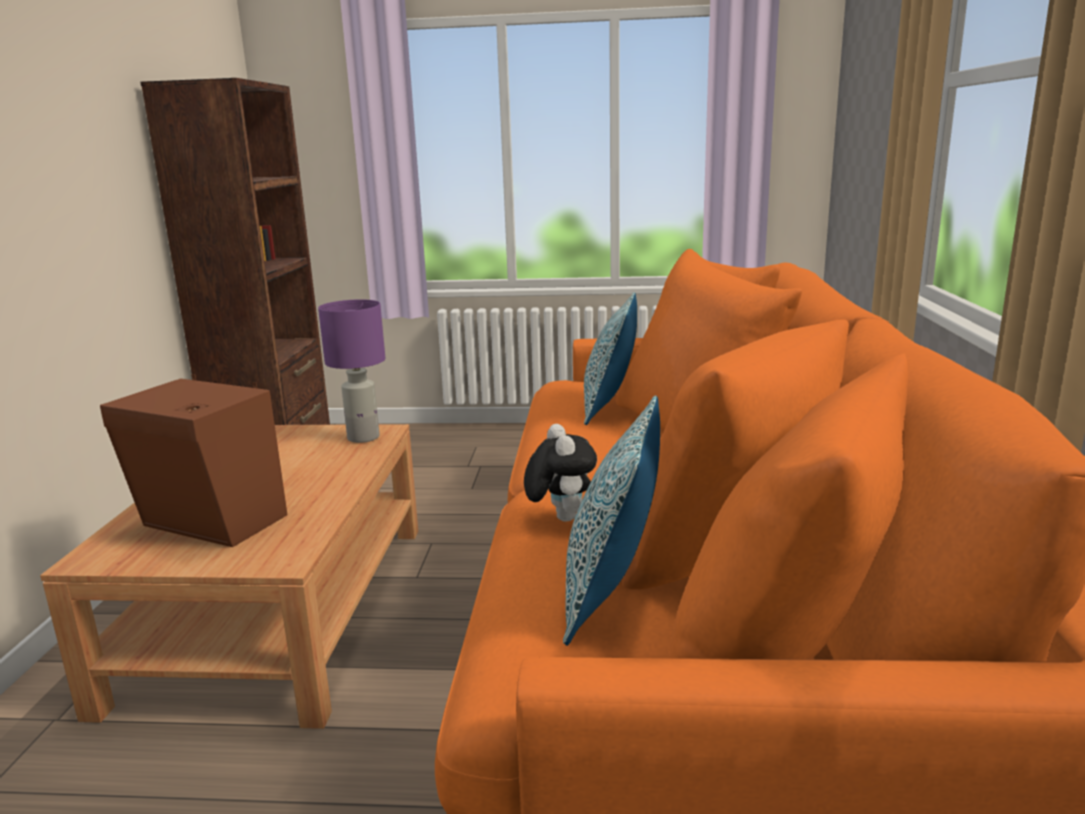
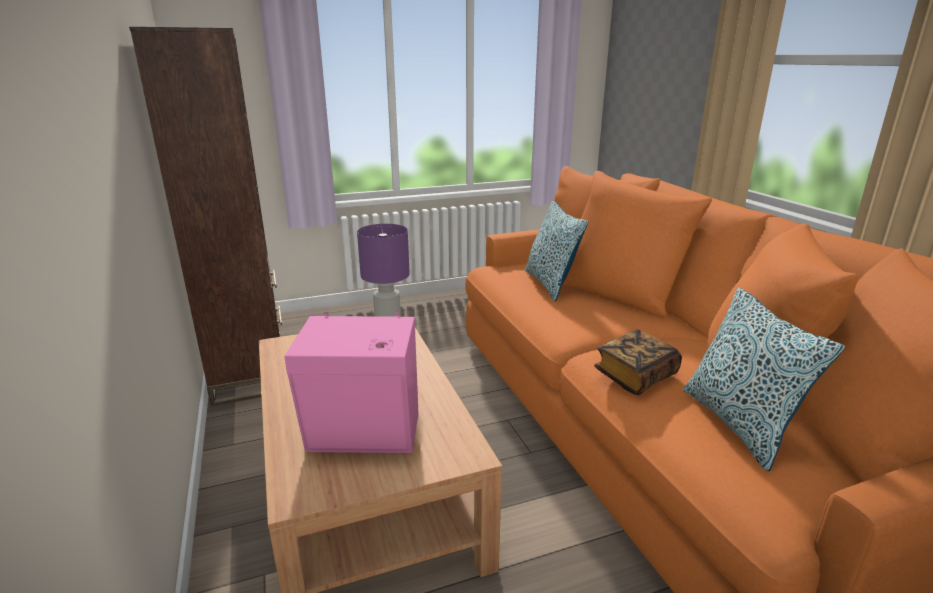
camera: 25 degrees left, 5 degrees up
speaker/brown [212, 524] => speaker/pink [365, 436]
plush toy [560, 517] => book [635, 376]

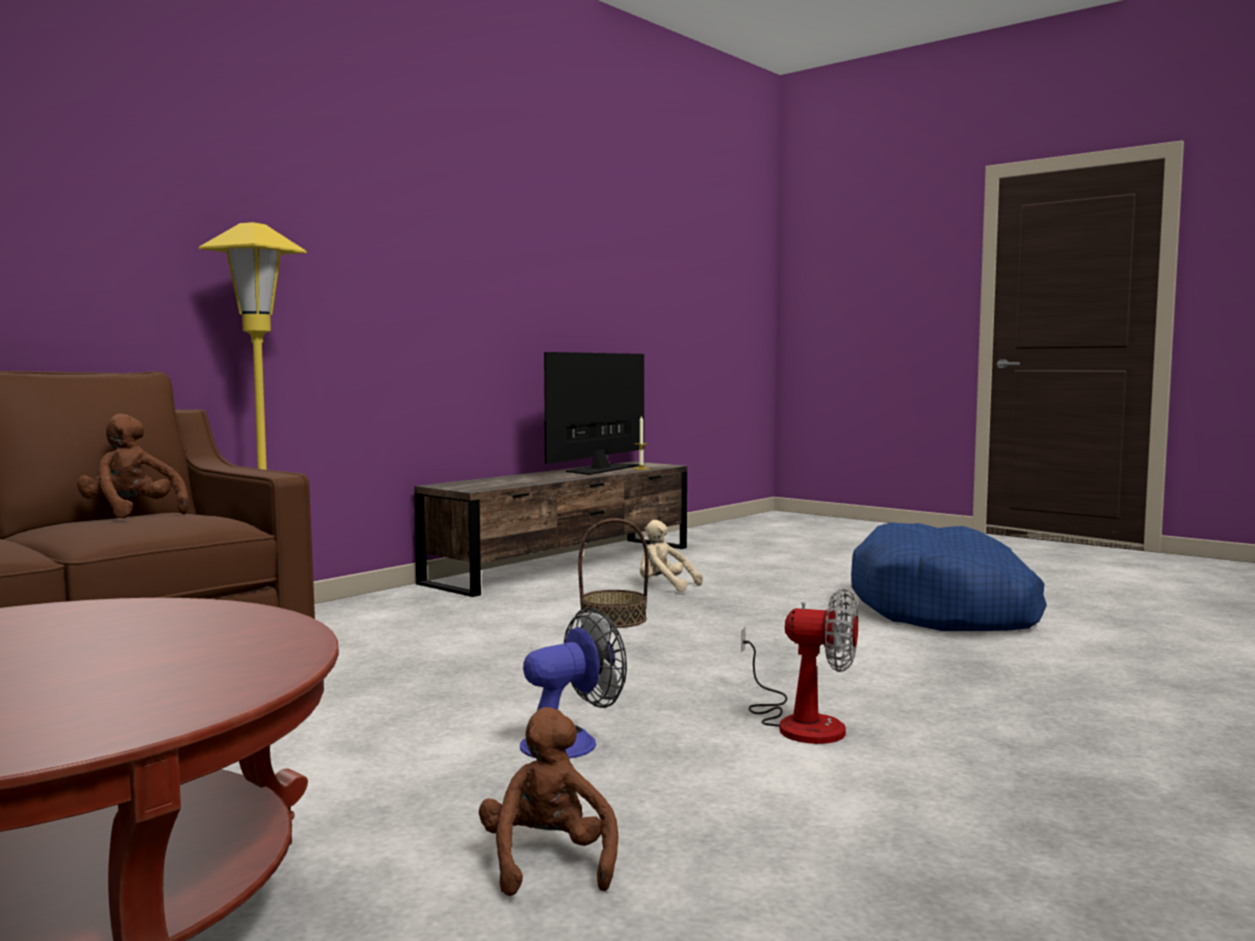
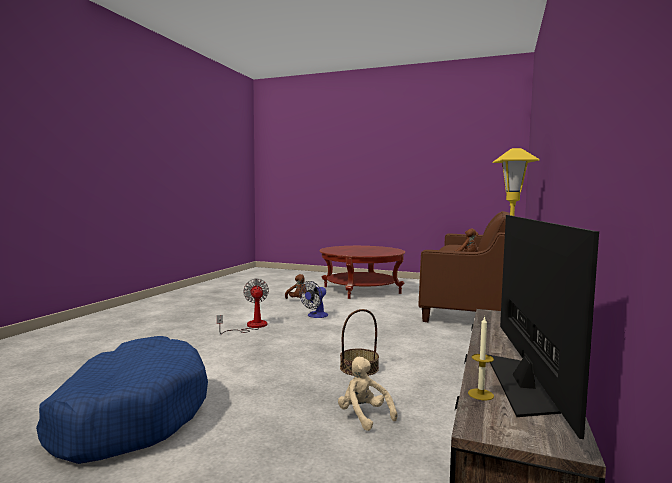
camera: 160 degrees right, 0 degrees up
plush toy/beige [664, 586] => plush toy/beige [364, 416], 135 degrees counterclockwise
fan [800, 722] => fan [251, 326], 75 degrees clockwise

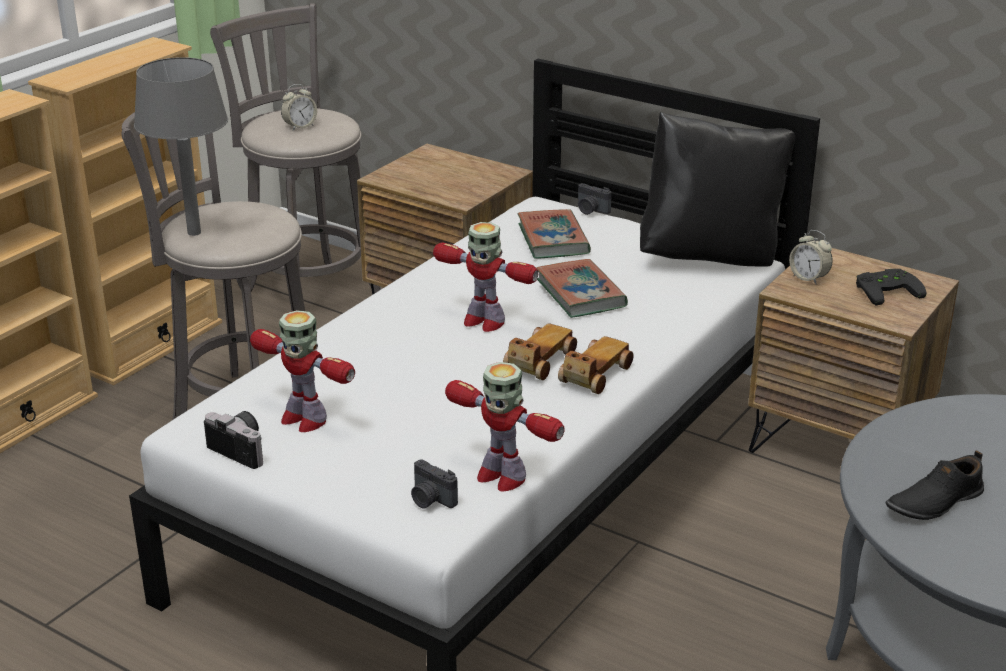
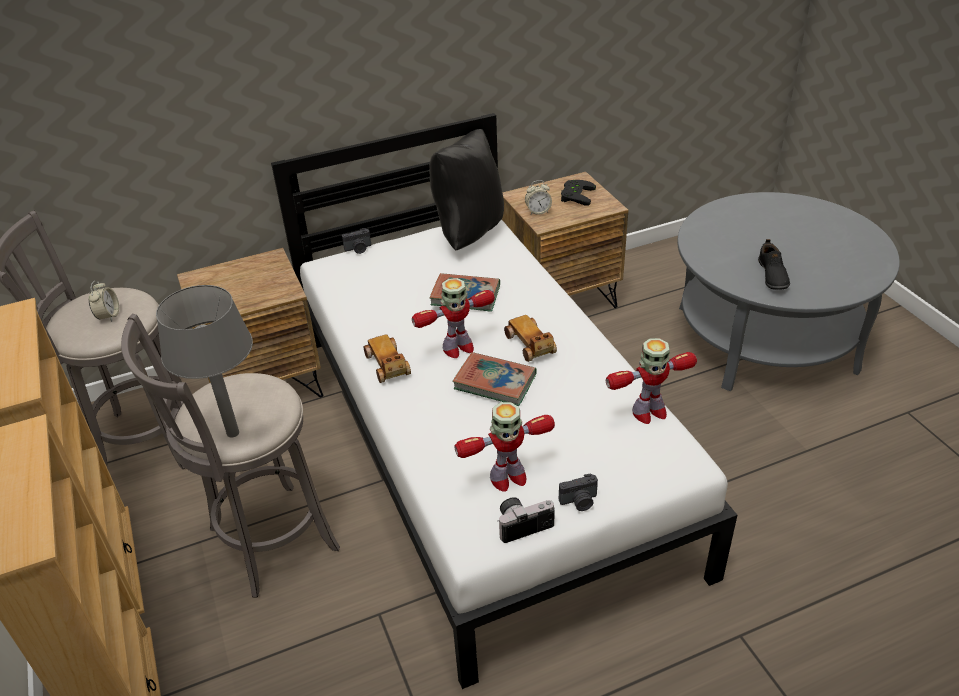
camera: 55 degrees left, 10 degrees up
photo camera [430, 500] => photo camera [579, 502], shifted
book [553, 239] => book [495, 382], shifted
toy car [595, 375] => toy car [387, 366], shifted

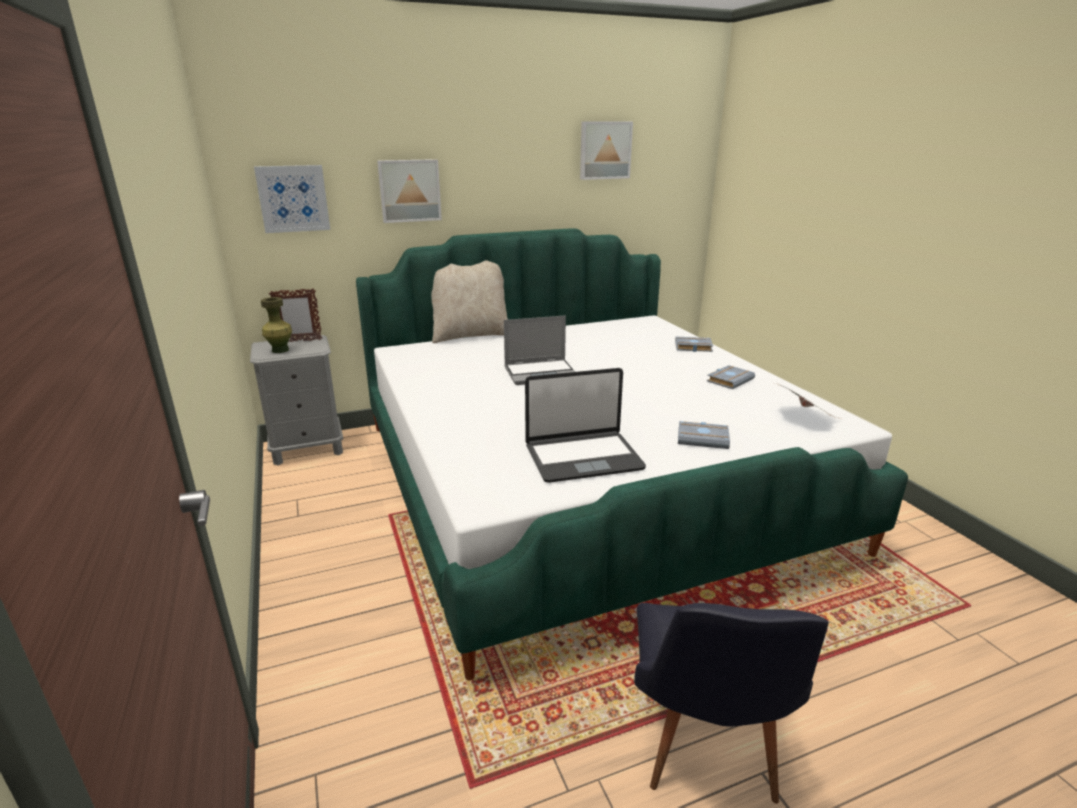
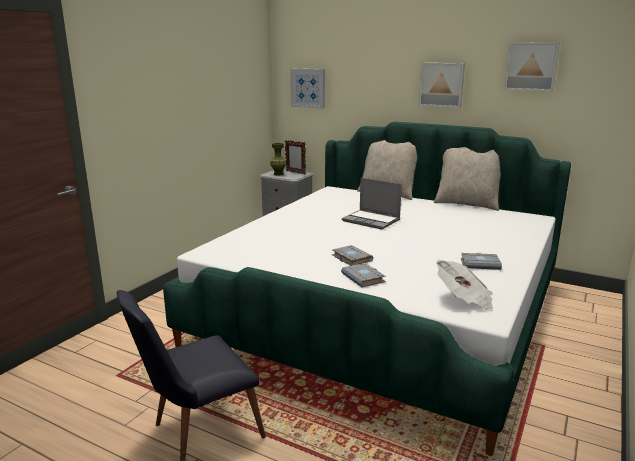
camera: 50 degrees right, 5 degrees down
picture [409, 190] => picture [442, 84], shifted
laptop [583, 457] => nothing
book/grey [692, 347] => book/grey [350, 258], shifted
nothing => pillow/beige [467, 204]

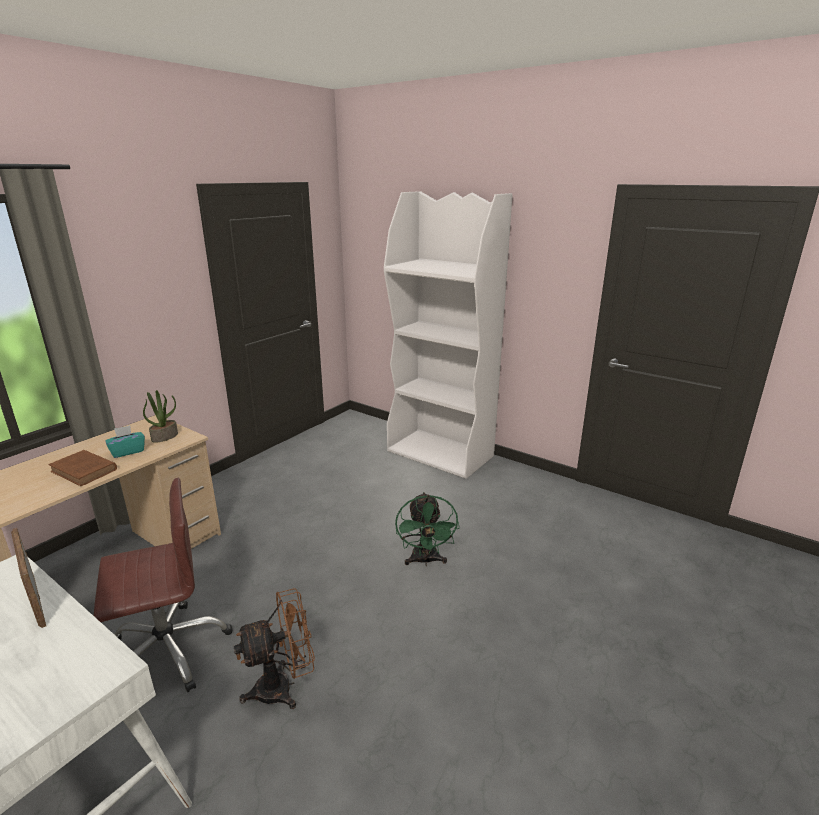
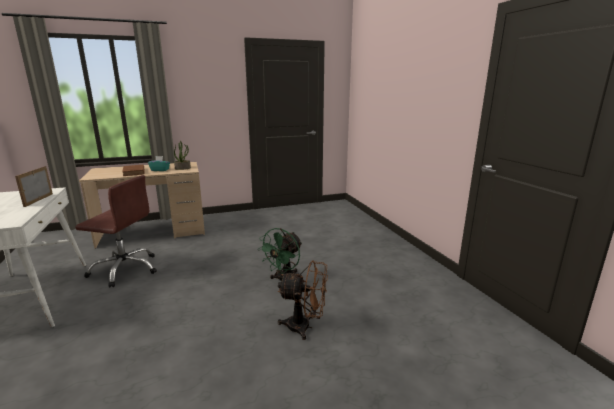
camera: 35 degrees right, 5 degrees down
fan/brown [283, 687] => fan/brown [305, 327], shifted
bookcase/white [441, 453] => nothing

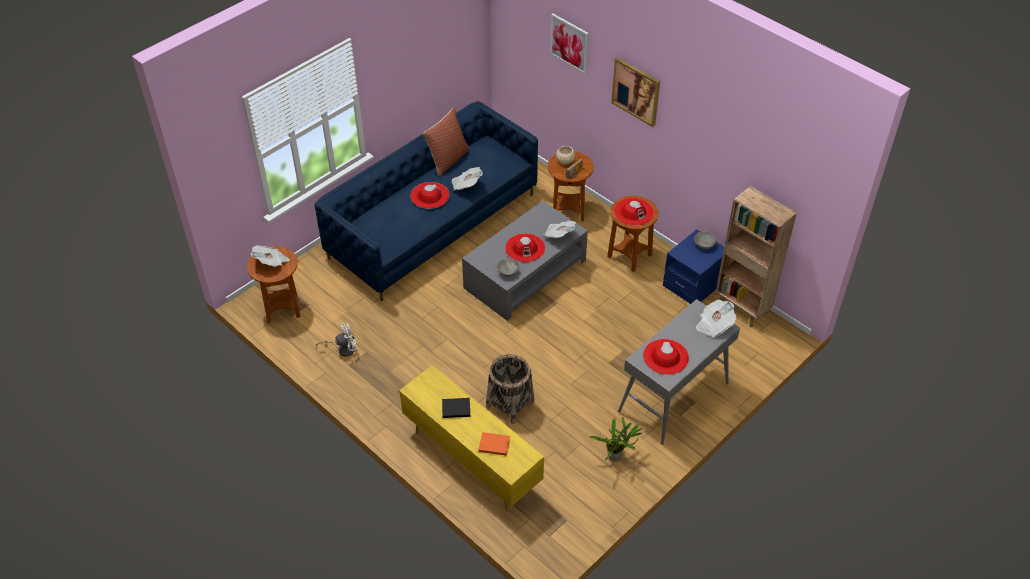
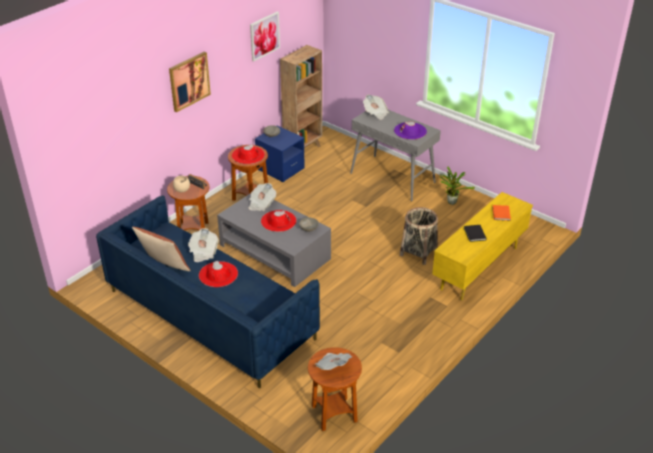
camera: 95 degrees left, 10 degrees down
fan/white [343, 349] => nothing
picture [569, 43] => picture [264, 36], shifted
hat/red [665, 357] => hat/purple [410, 131]

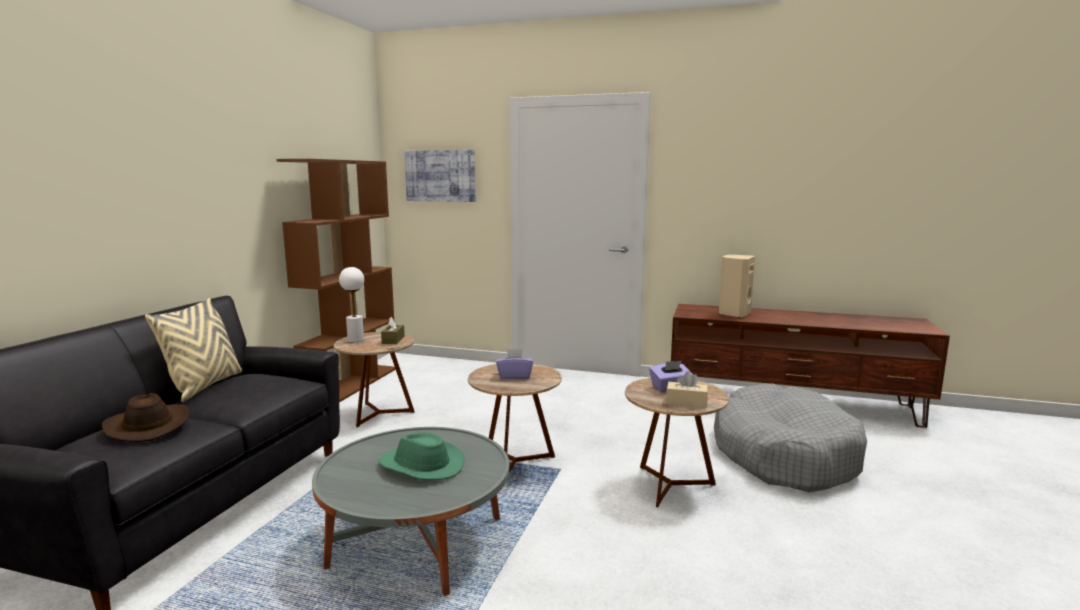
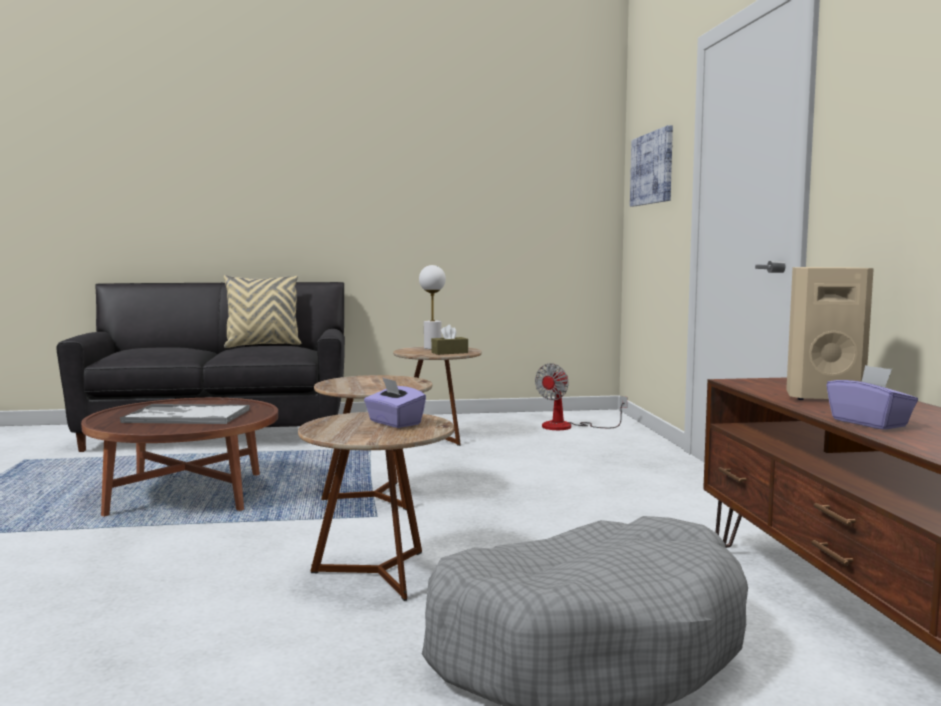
camera: 65 degrees right, 5 degrees down
hat/brown [147, 426] => nothing
bookcase/brown [351, 384] => nothing
coffee table/grey [417, 542] => coffee table/brown [187, 494]
hat/green [421, 466] => tray [186, 416]
tissue box/purple [514, 376] => tissue box/purple [869, 423], shifted
tissue box/beige [686, 402] => nothing
nothing => fan [568, 427]

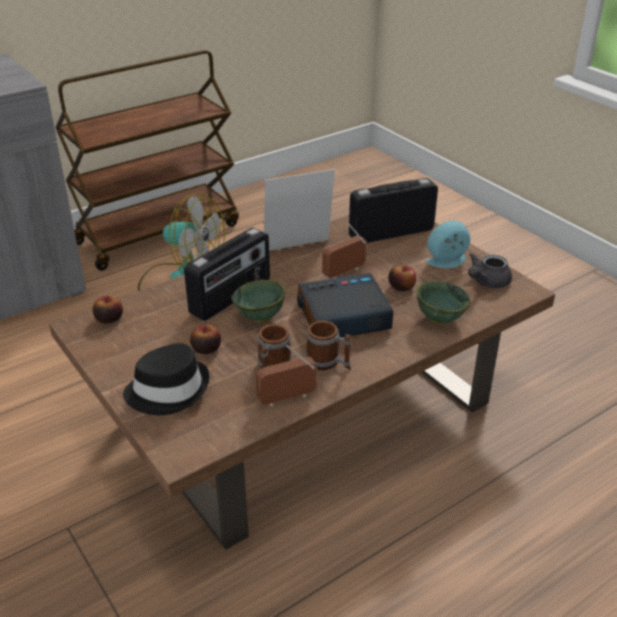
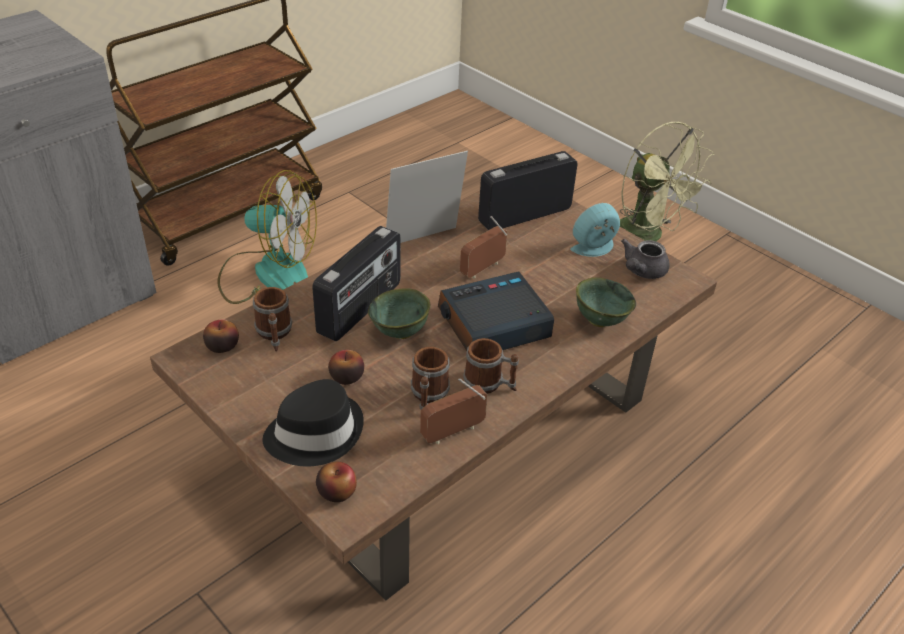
camera: 10 degrees left, 5 degrees up
apple [401, 286] => apple [337, 491], shifted
nothing => mug [274, 334]
nothing => fan/green [648, 236]

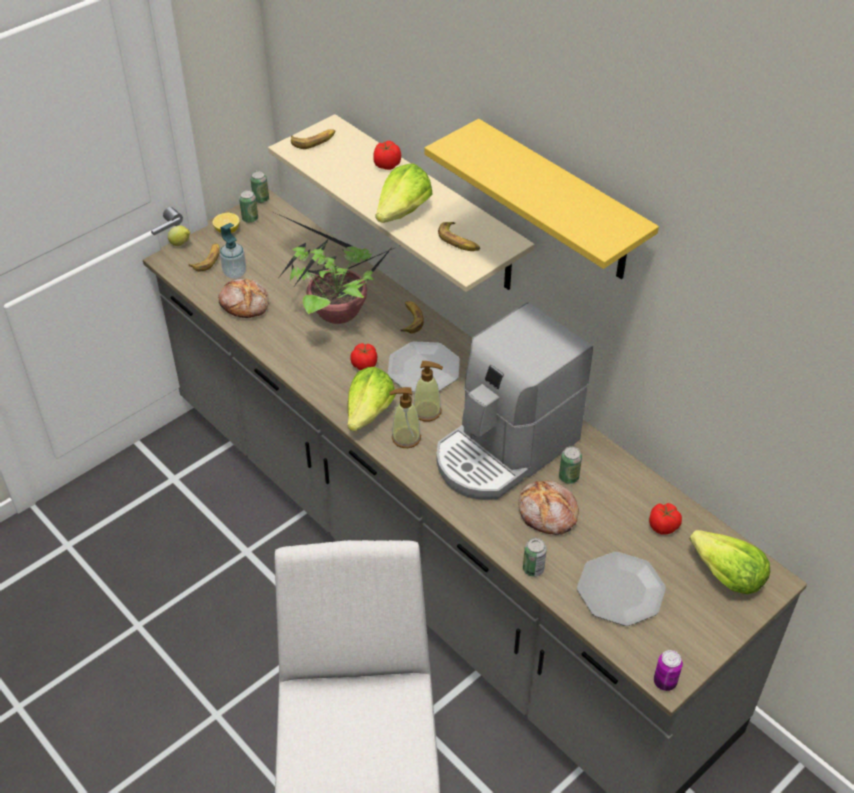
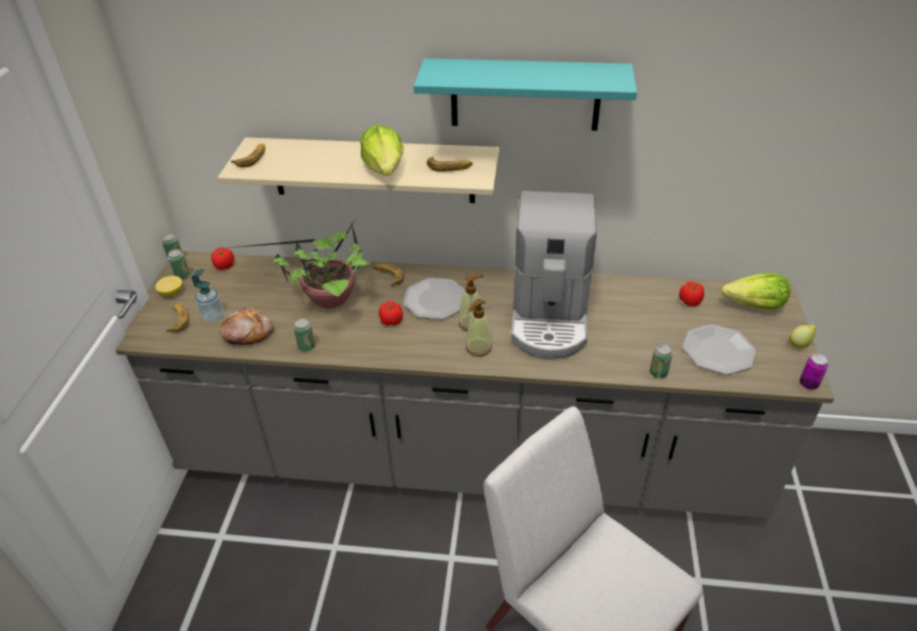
camera: 40 degrees left, 5 degrees down
lemon [181, 244] => lemon [799, 344], shifted
lettuce [369, 413] => nothing
tomato [386, 165] => tomato [224, 266], shifted
shelf/yellow [560, 203] => shelf/turquoise [525, 94]
bread [547, 514] => nothing
can [568, 477] => can [306, 347], shifted

